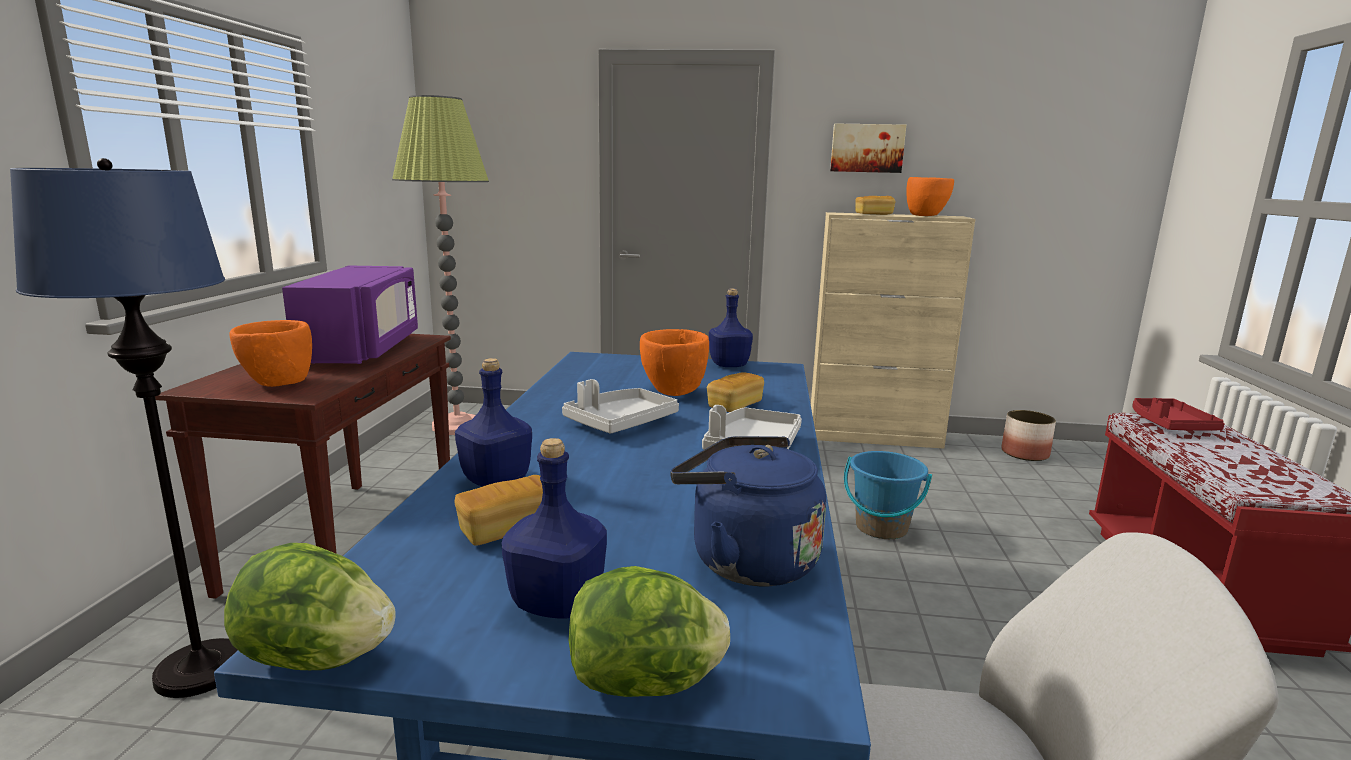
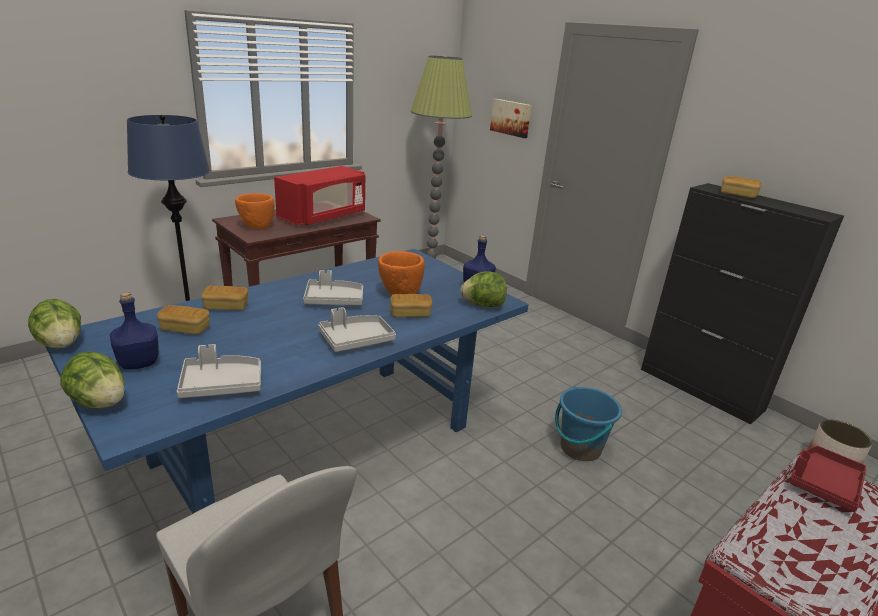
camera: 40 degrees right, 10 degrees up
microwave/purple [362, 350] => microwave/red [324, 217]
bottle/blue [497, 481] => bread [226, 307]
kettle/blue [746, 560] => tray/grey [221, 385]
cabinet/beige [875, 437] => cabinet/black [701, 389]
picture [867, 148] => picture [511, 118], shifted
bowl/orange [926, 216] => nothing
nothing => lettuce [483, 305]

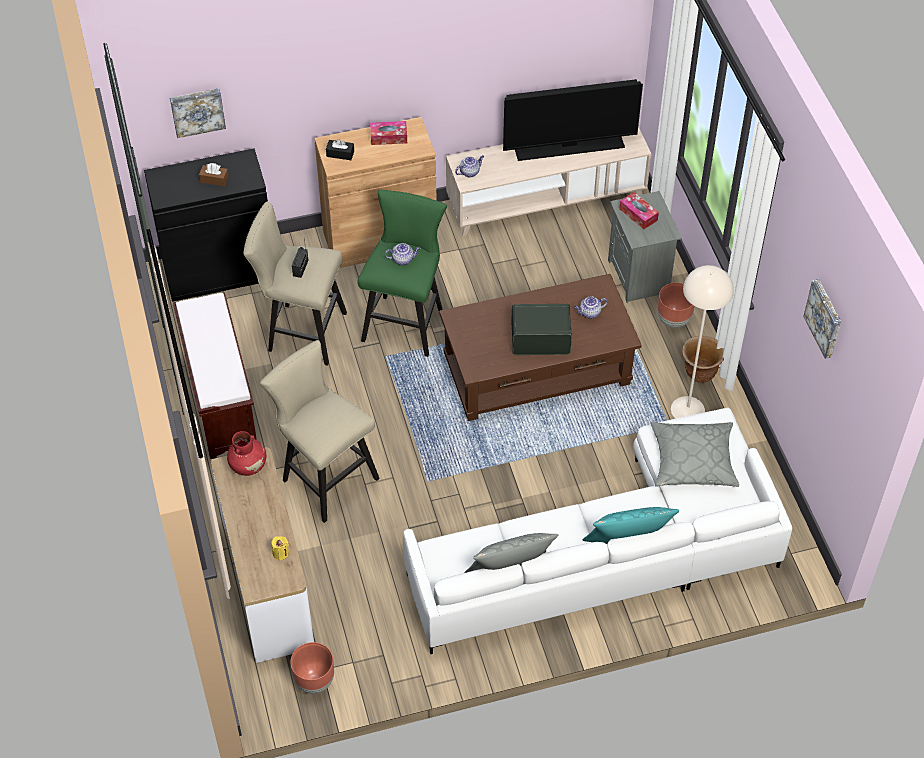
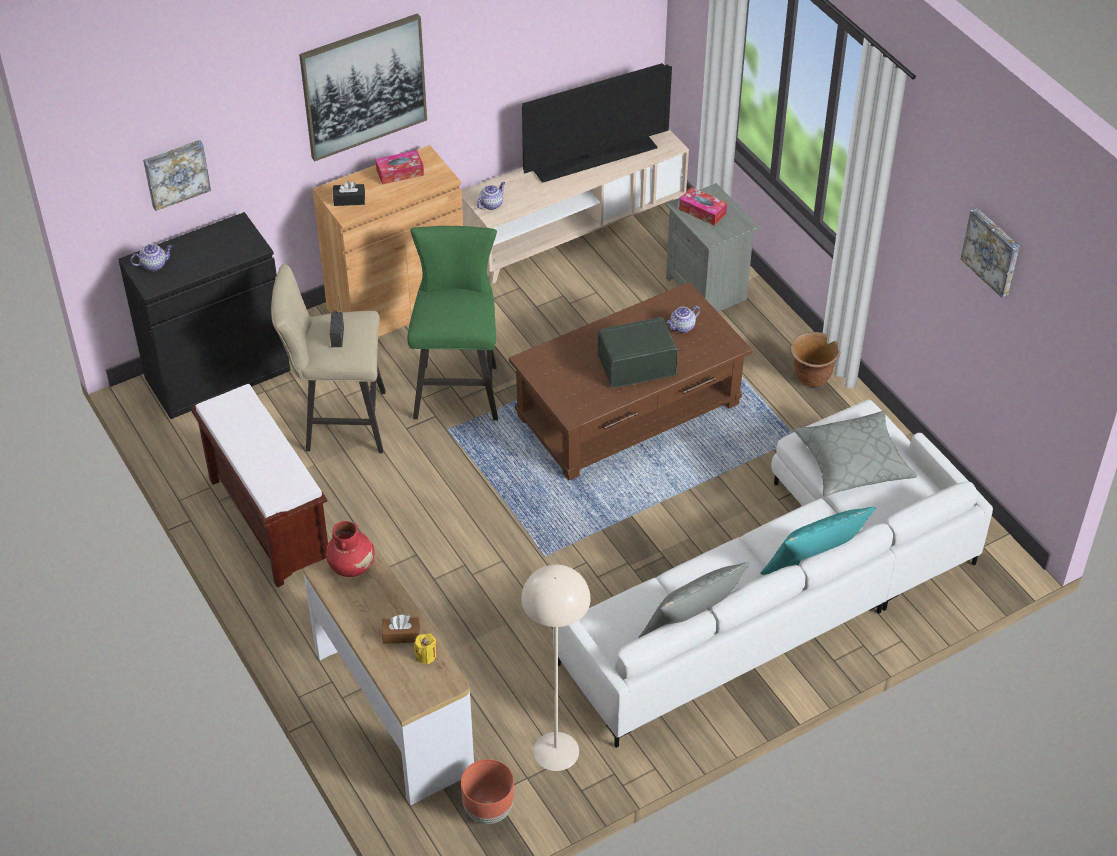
camera: 15 degrees left, 5 degrees down
tissue box/brown [214, 179] => tissue box/brown [401, 635], shifted
stool/beige [325, 477] => nothing
teapot [403, 259] => teapot [154, 265], shifted
planter/brown [674, 319] => nothing
floor lamp/beige [687, 410] => floor lamp/beige [555, 751], shifted
nothing => picture [363, 86]

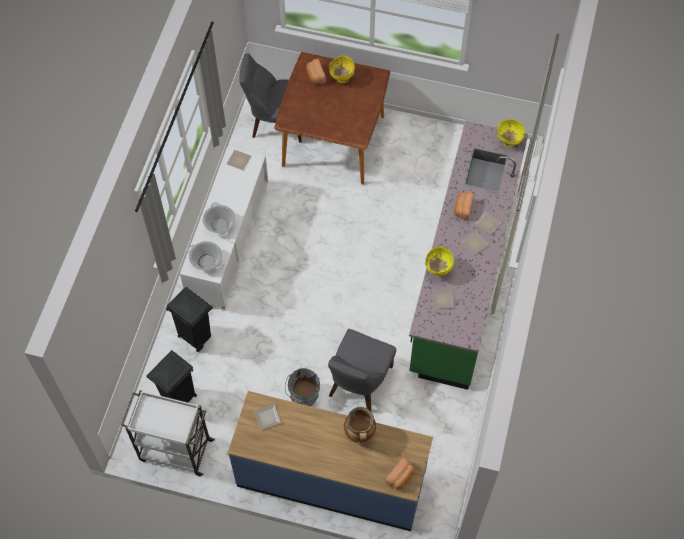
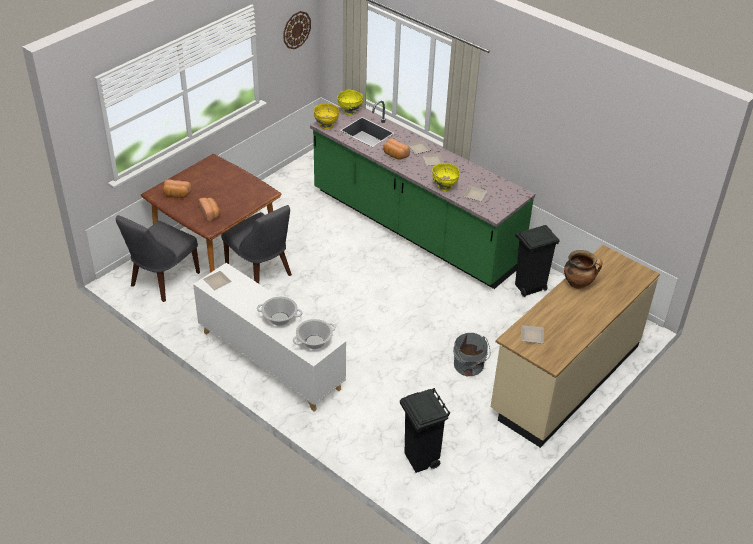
camera: 65 degrees left, 20 degrees down
cart/white [174, 450] => nothing
trash can/black [195, 337] => trash can/black [529, 288], shifted
counter/blue [331, 479] => counter/beige [565, 378]
chair/grey [358, 383] => chair/grey [260, 271], shifted
bowl/yellow [342, 78] => bowl/yellow [326, 126], shifted
bread [400, 477] => bread [210, 214], shifted
nothing => wall clock [296, 30]

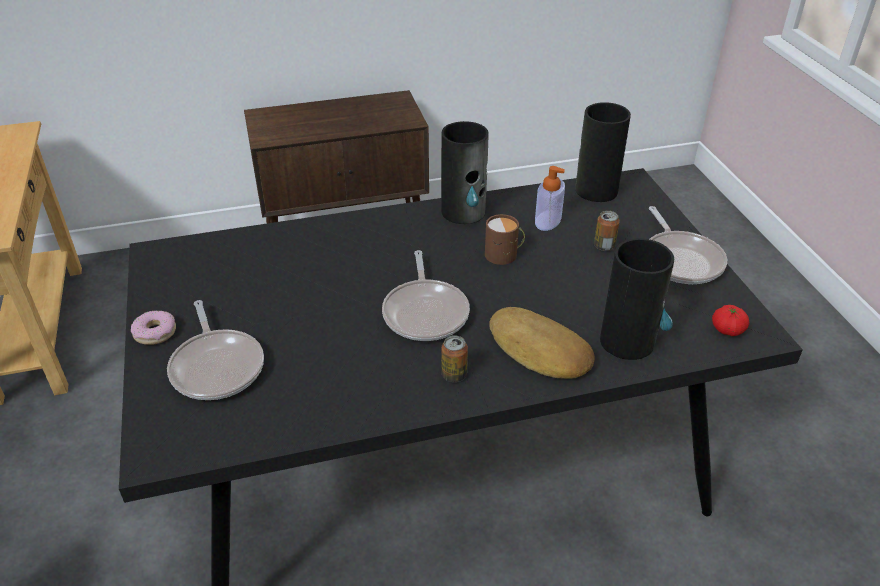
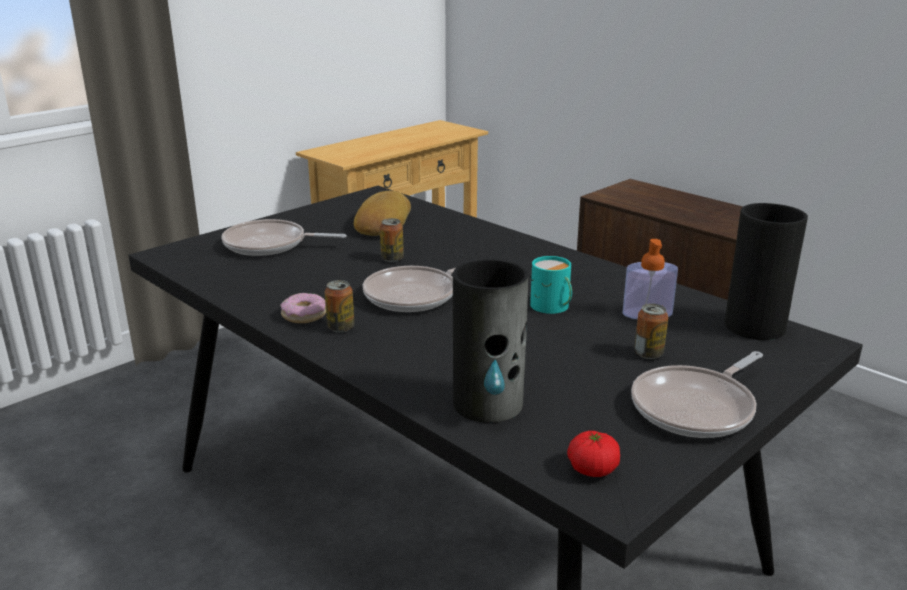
camera: 60 degrees right, 15 degrees down
donut [155, 333] => donut [304, 315], shifted
frying pan [217, 366] => frying pan [270, 245], 60 degrees clockwise
vase [464, 212] => nothing
mug/brown [504, 254] => mug/turquoise [552, 307]
bread [538, 351] => bread [382, 222], shifted
nothing => can [392, 259]

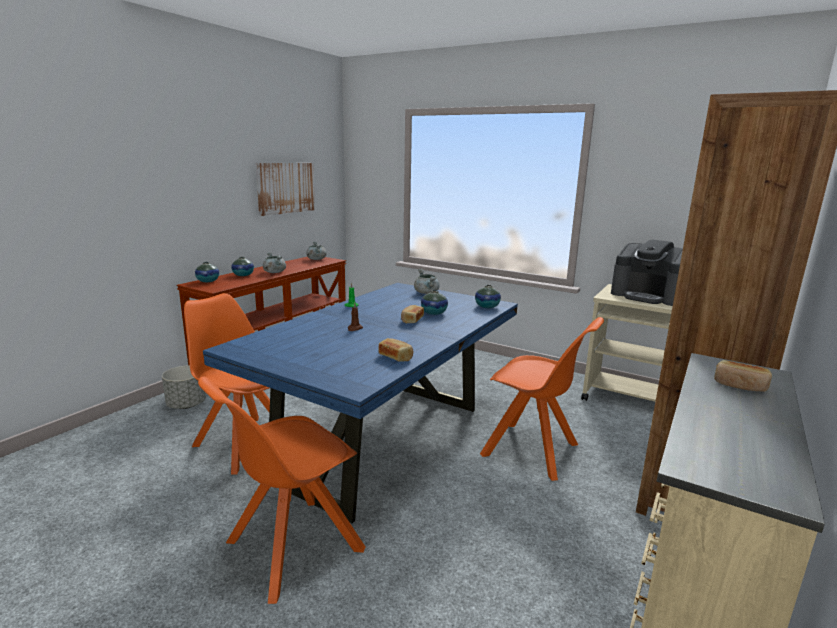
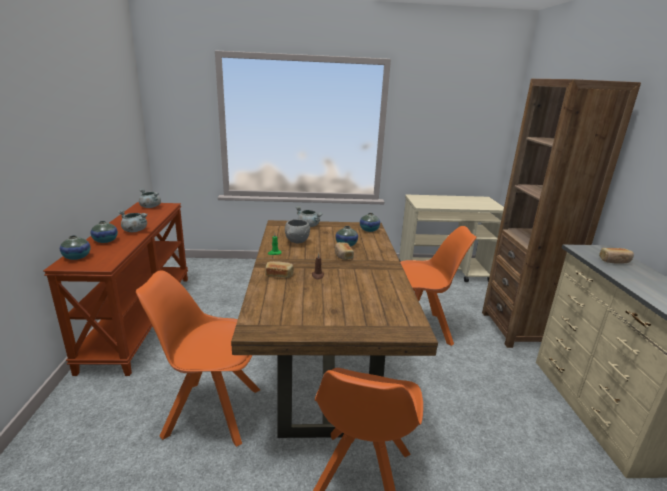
camera: 35 degrees left, 5 degrees up
planter/grey [186, 405] => nothing
dining table/blue [384, 441] => dining table/brown [324, 360]
picture [285, 188] => nothing
bread [396, 357] => bread [279, 275], shifted
coffee machine [649, 296] => nothing
nothing => bowl/grey [296, 242]

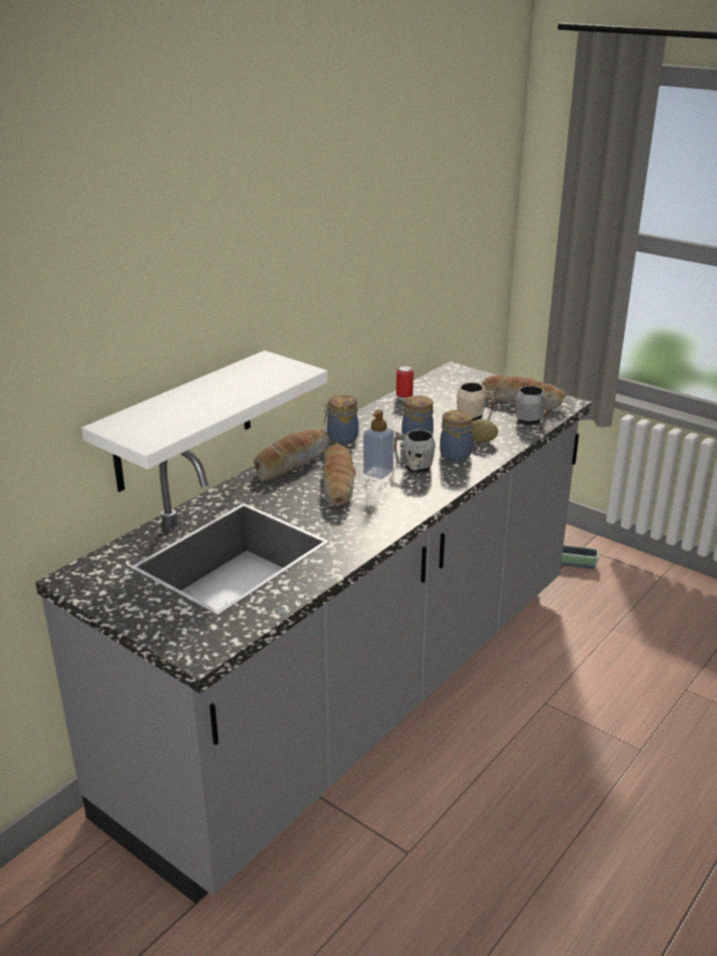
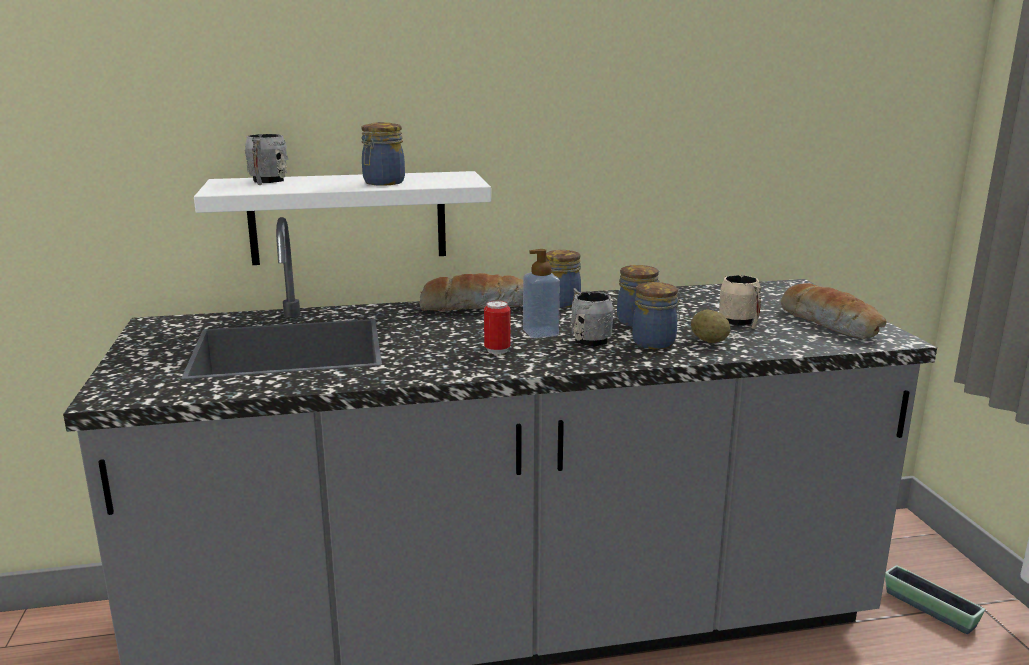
camera: 40 degrees right, 10 degrees down
bread [339, 485] => nothing
can [404, 397] => can [497, 350], shifted
mug/grey [532, 421] => mug/grey [266, 181], shifted
nothing => jar [382, 183]

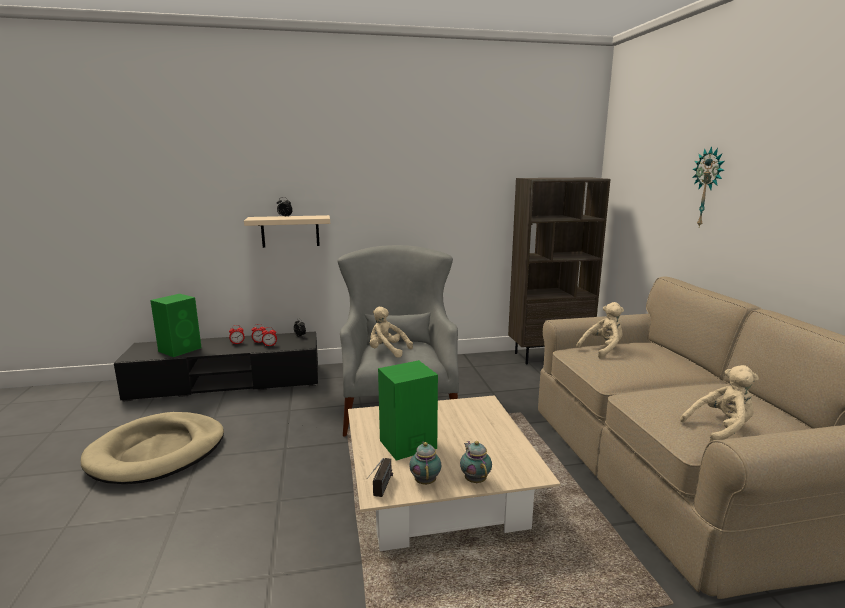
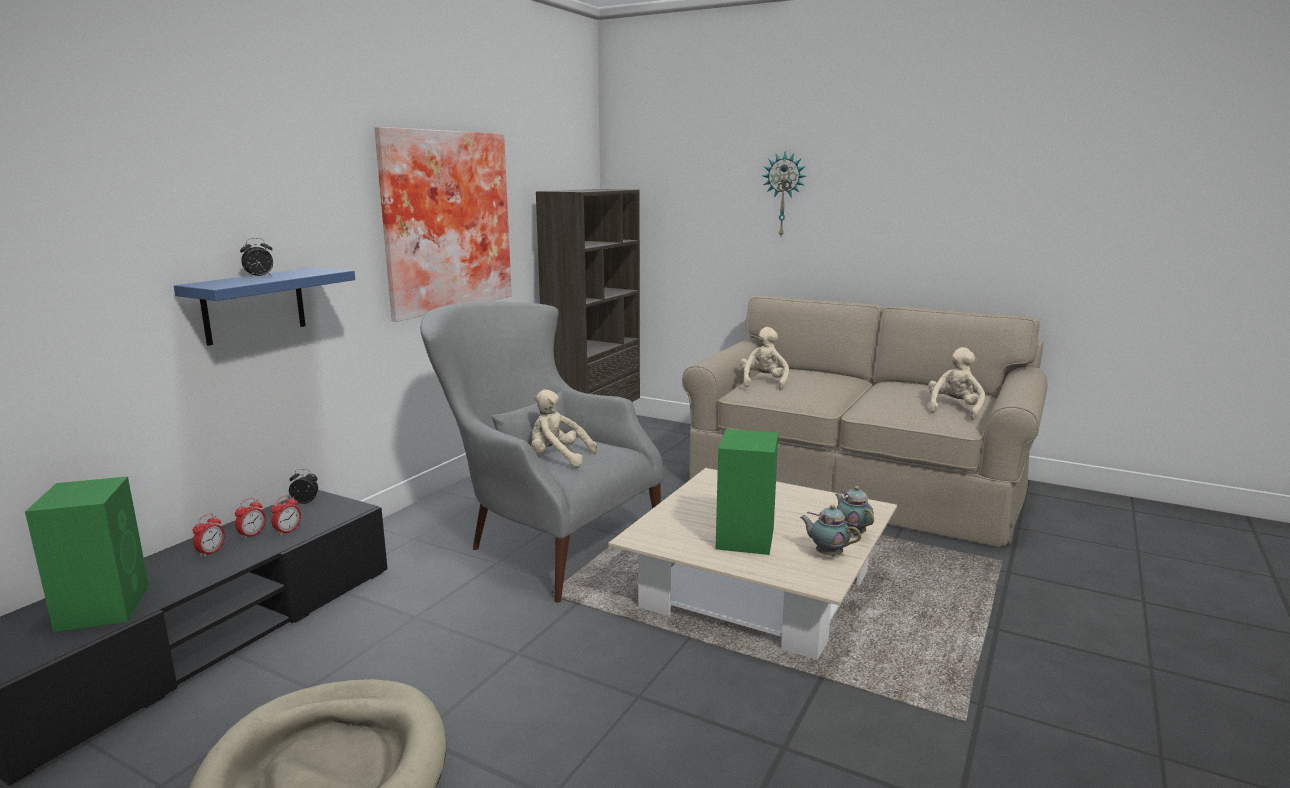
camera: 50 degrees left, 0 degrees up
shelf/beige [290, 231] => shelf/blue [254, 305]
radio [381, 491] => nothing
plush toy/beige [387, 351] => plush toy/beige [558, 458], 45 degrees clockwise
teapot [475, 479] => teapot [852, 533], 45 degrees clockwise
nothing => picture [444, 221]

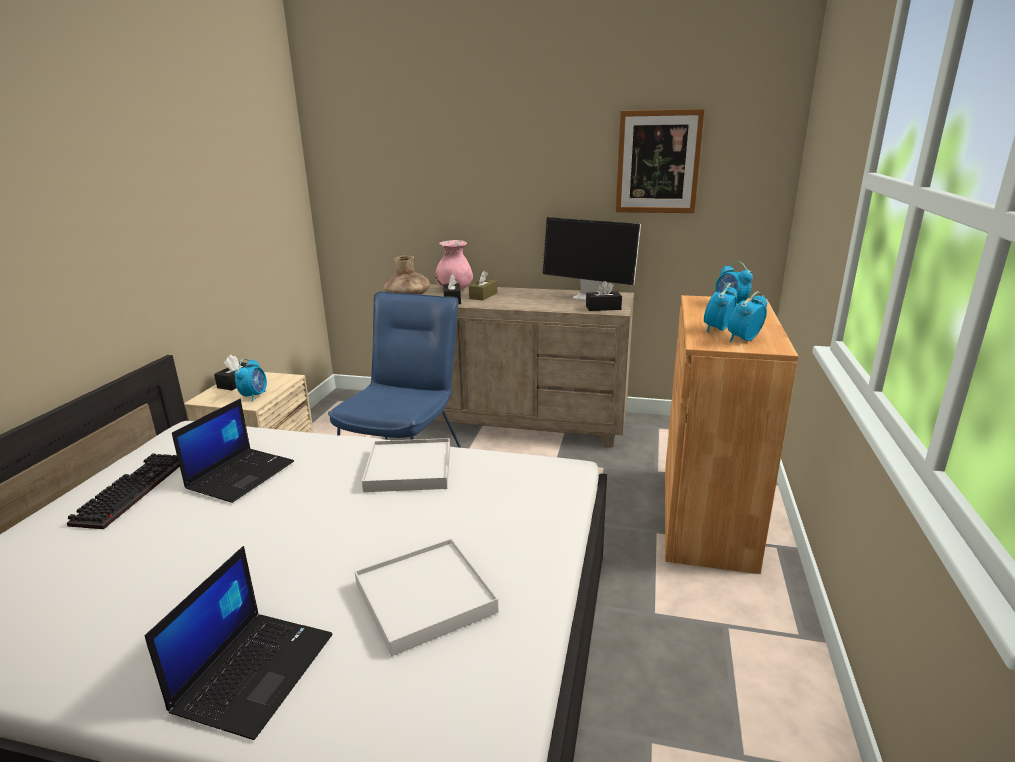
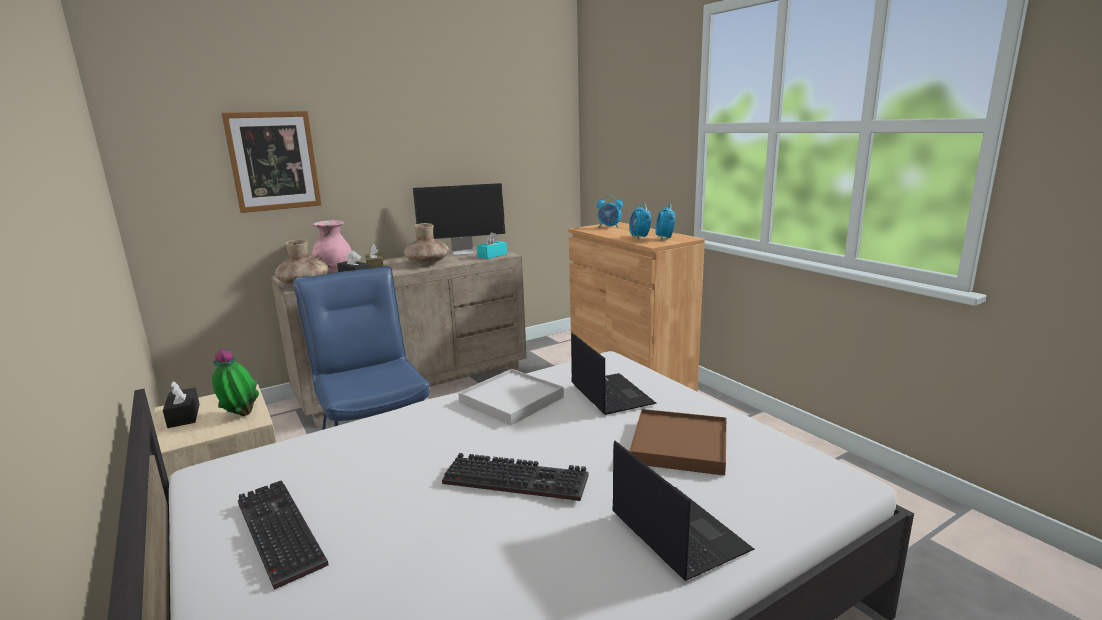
camera: 45 degrees left, 5 degrees down
laptop [241, 474] => laptop [610, 394], shifted
alarm clock [254, 396] => potted plant [240, 415]
tray/white [425, 598] => tray/brown [679, 445]
tissue box/black [603, 308] => tissue box/turquoise [492, 255]
picture [658, 162] => picture [274, 161], shifted
nothing => vase/brown [427, 263]
nothing => keyboard [518, 479]

